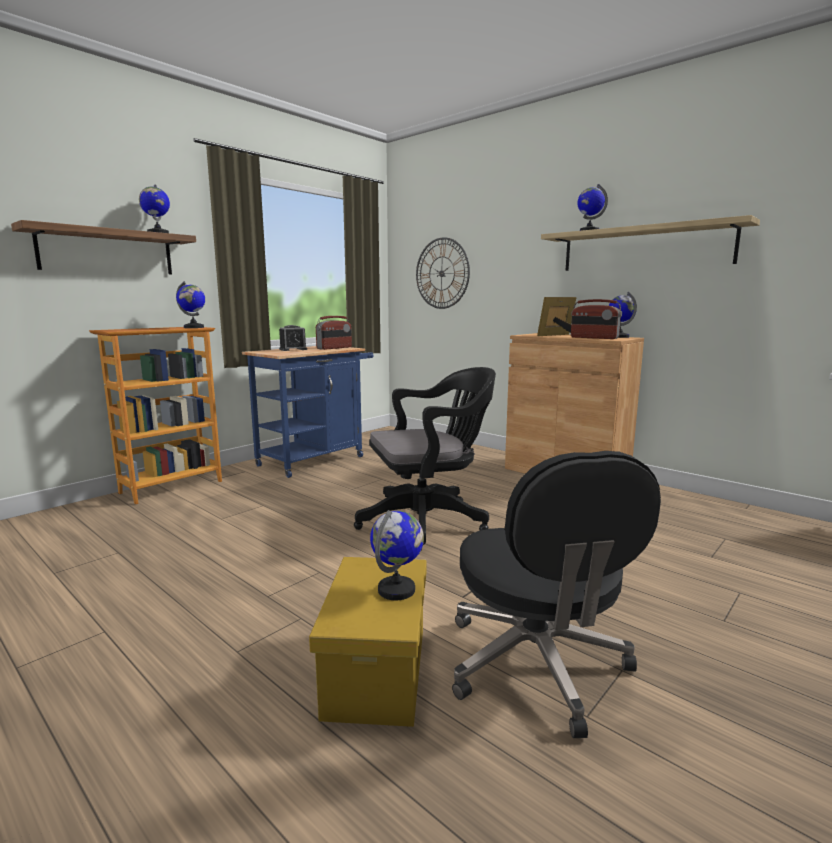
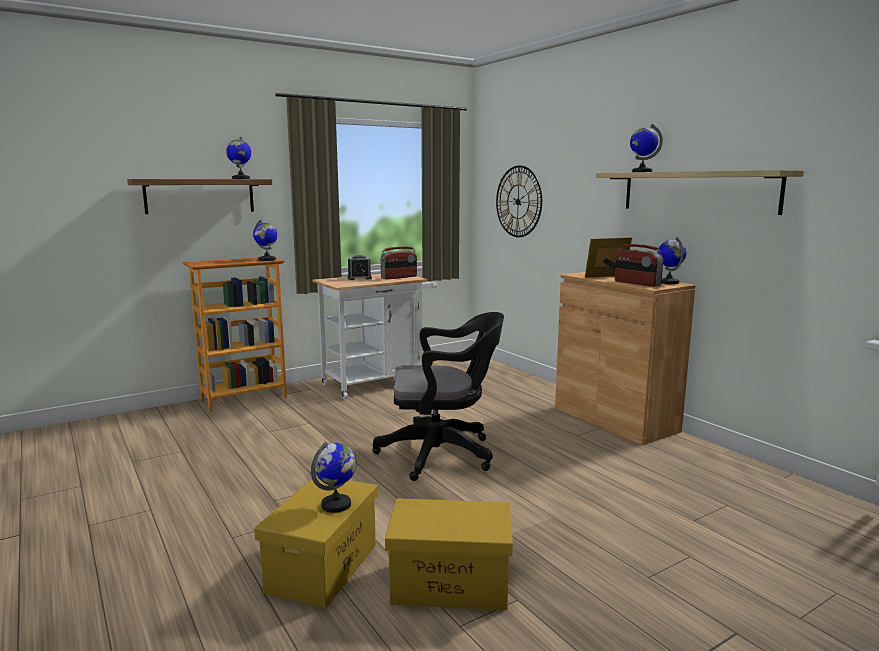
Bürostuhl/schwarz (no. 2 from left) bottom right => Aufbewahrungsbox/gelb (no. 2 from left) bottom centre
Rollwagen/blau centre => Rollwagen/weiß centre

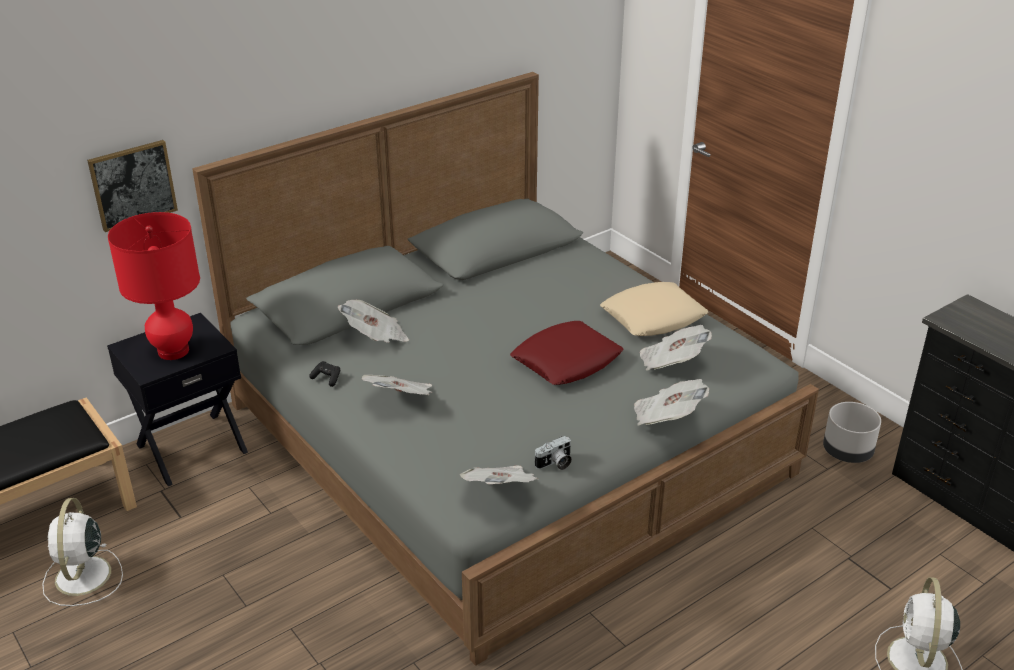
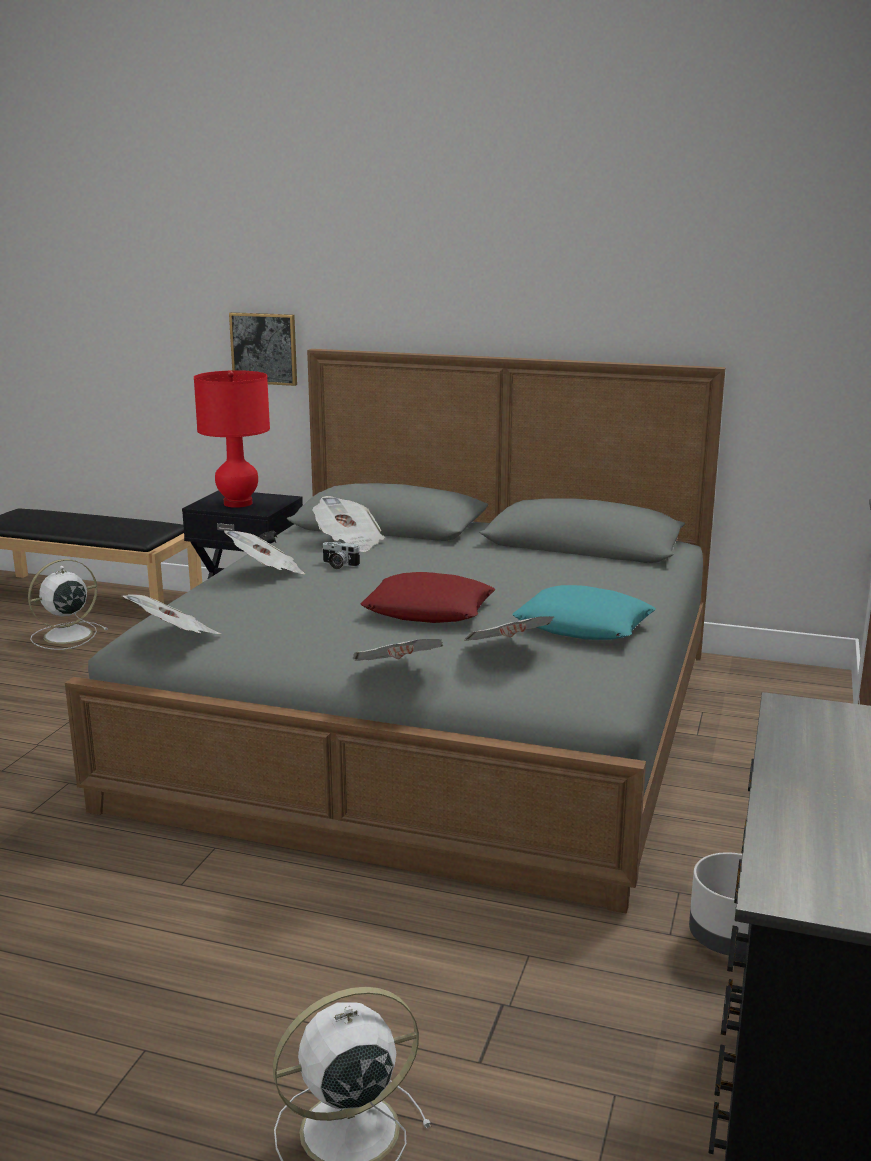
Kamera bottom centre => Kamera centre, relocated
Kissen/beige centre => Kissen/türkis middle right

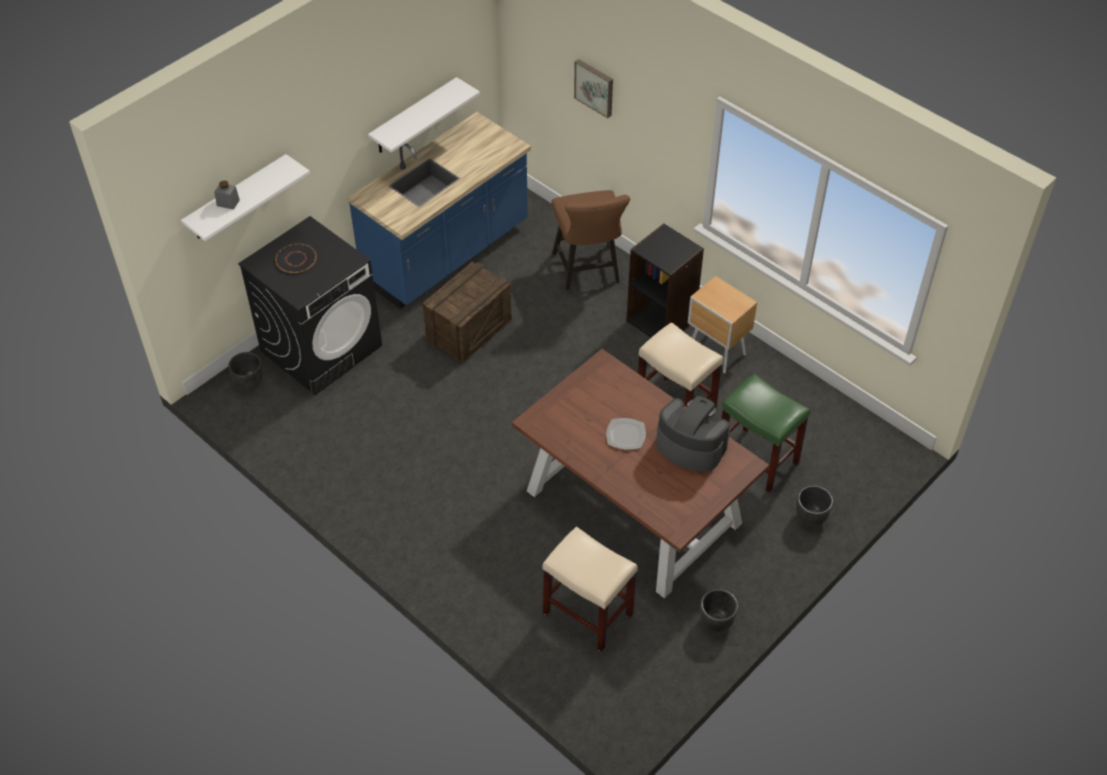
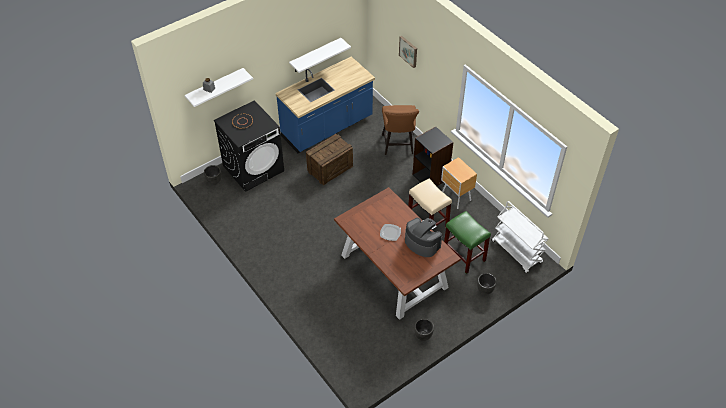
Hocker/beige (no. 1 from left) bottom centre => nothing
nothing => Rollwagen/weiß middle right

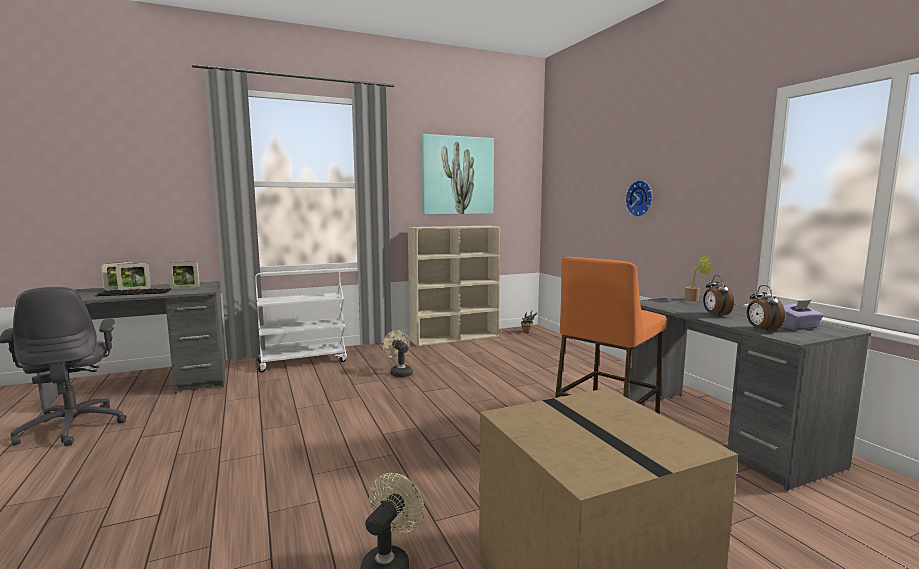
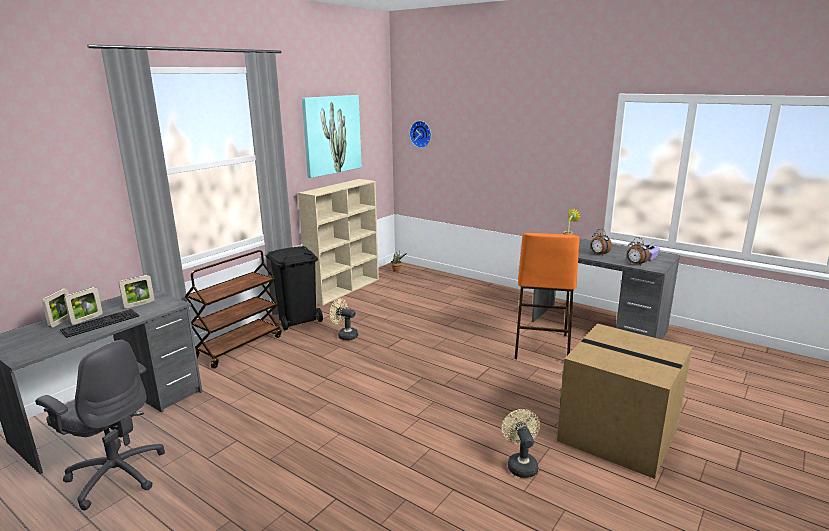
nothing => Mülleimer/schwarz centre
Wanduhr middle right => Wanduhr top centre, relocated
Rollwagen/weiß middle left => Rollwagen/braun middle left

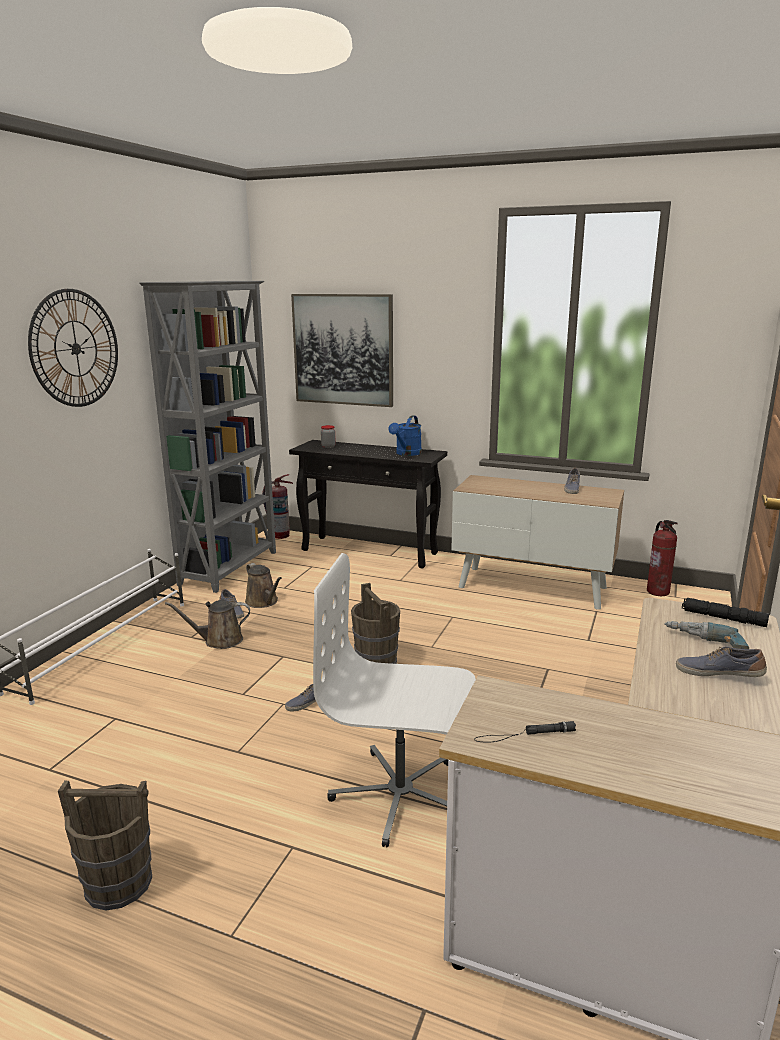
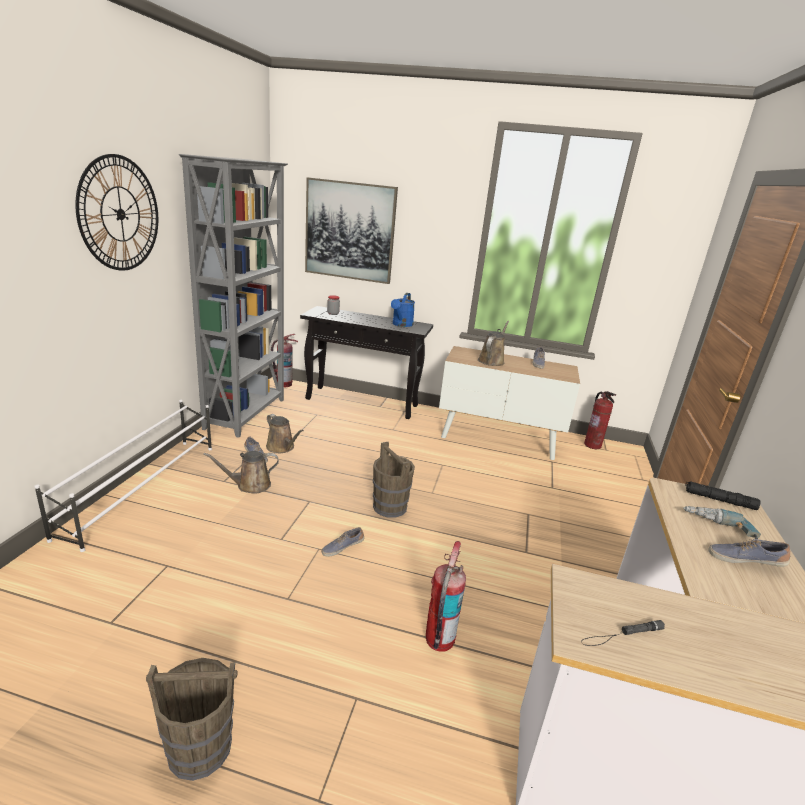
nothing => Gießkanne/braun (no. 3 from left) centre
Bürostuhl/weiß bottom centre => Feuerlöscher (no. 2 from left) bottom centre

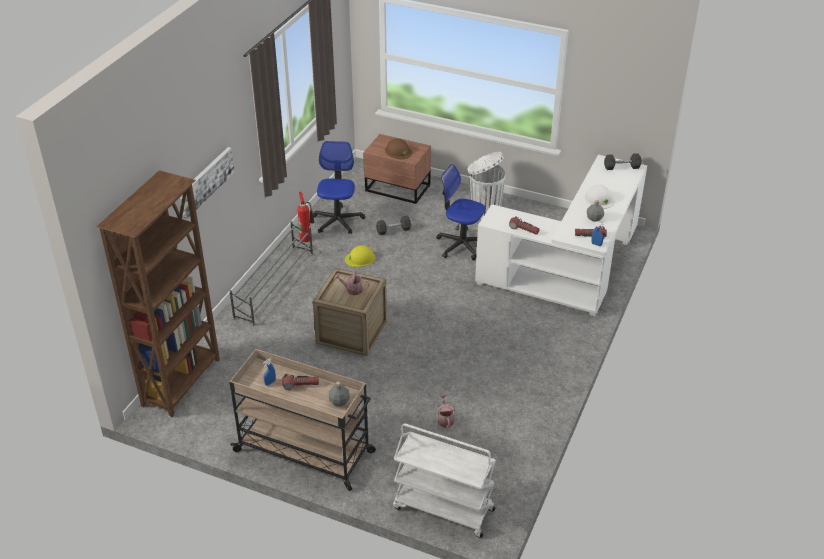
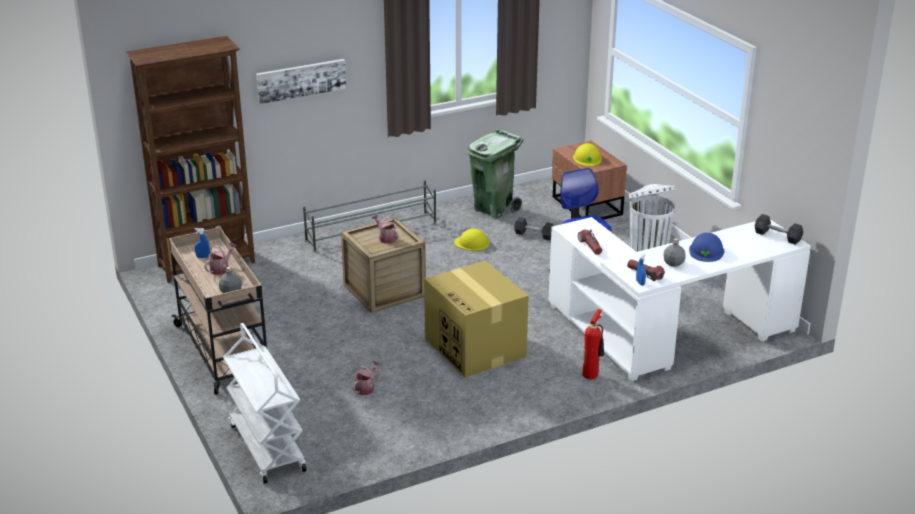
nothing => Karton centre
Feuerlöscher centre => Feuerlöscher bottom centre, relocated
Taschenlampe (no. 1 from left) bottom centre => Gießkanne (no. 1 from left) middle left
Bürostuhl (no. 1 from left) centre => Mülleimer/grün centre
Schutzhelm/braun top centre => Schutzhelm/gelb (no. 2 from left) top centre
Schutzhelm/weiß middle right => Schutzhelm/blau middle right

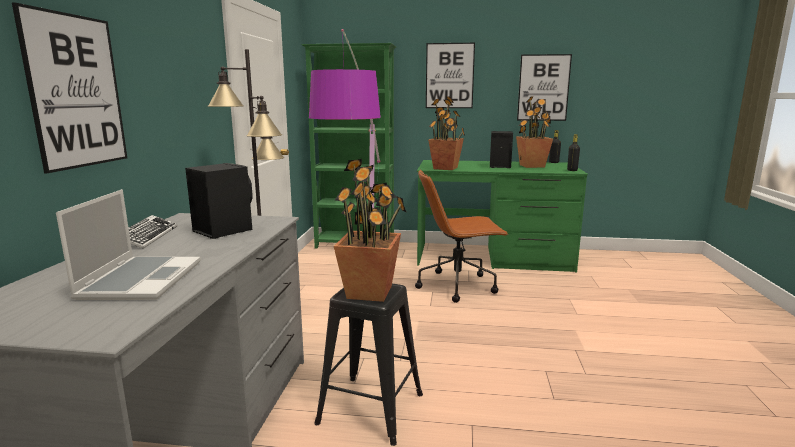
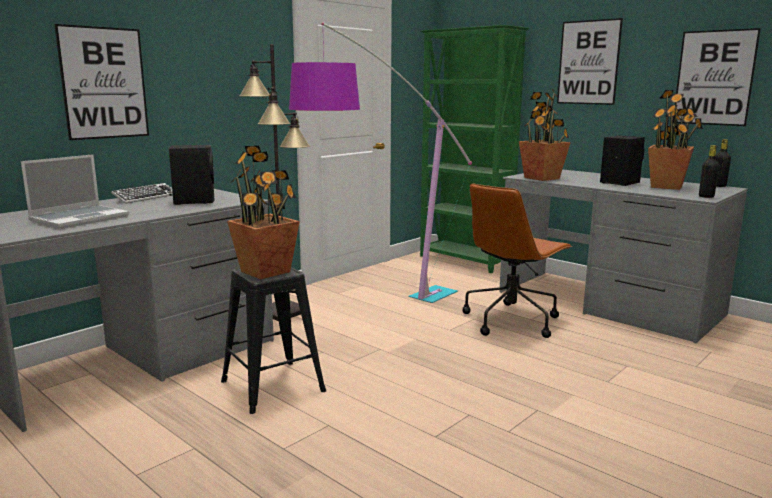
Schreibtisch/grün centre => Schreibtisch/grau (no. 2 from left) middle right
Bürostuhl/braun centre => Bürostuhl/braun middle right, 75 degrees counterclockwise

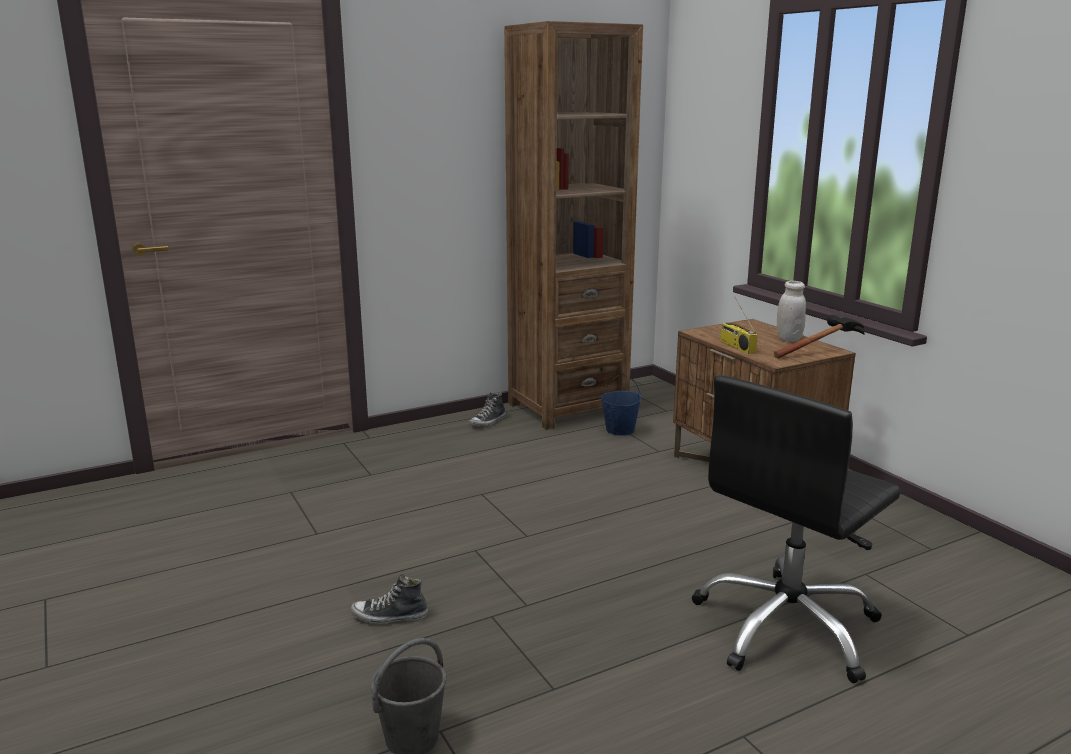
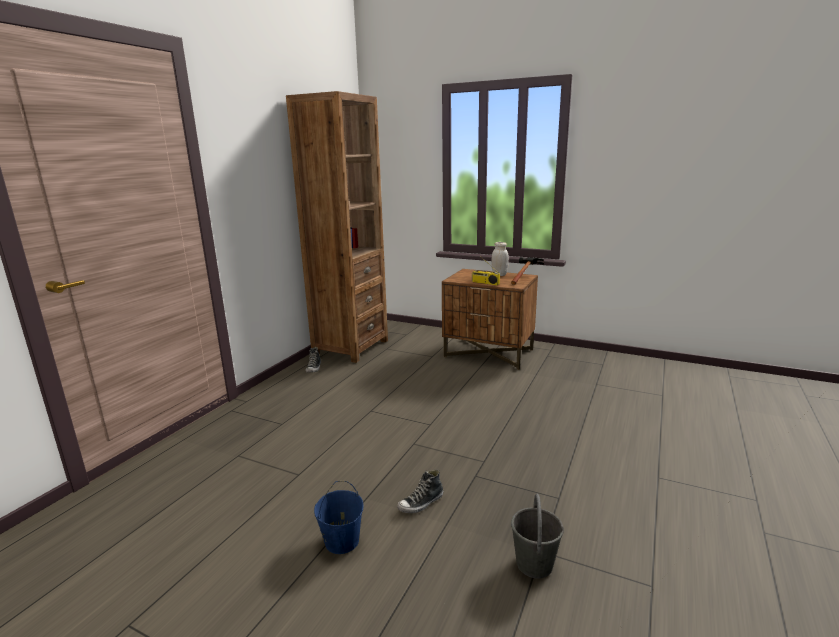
Bürostuhl/schwarz bottom right => nothing
Eimer/blau centre => Eimer/blau bottom centre, relocated

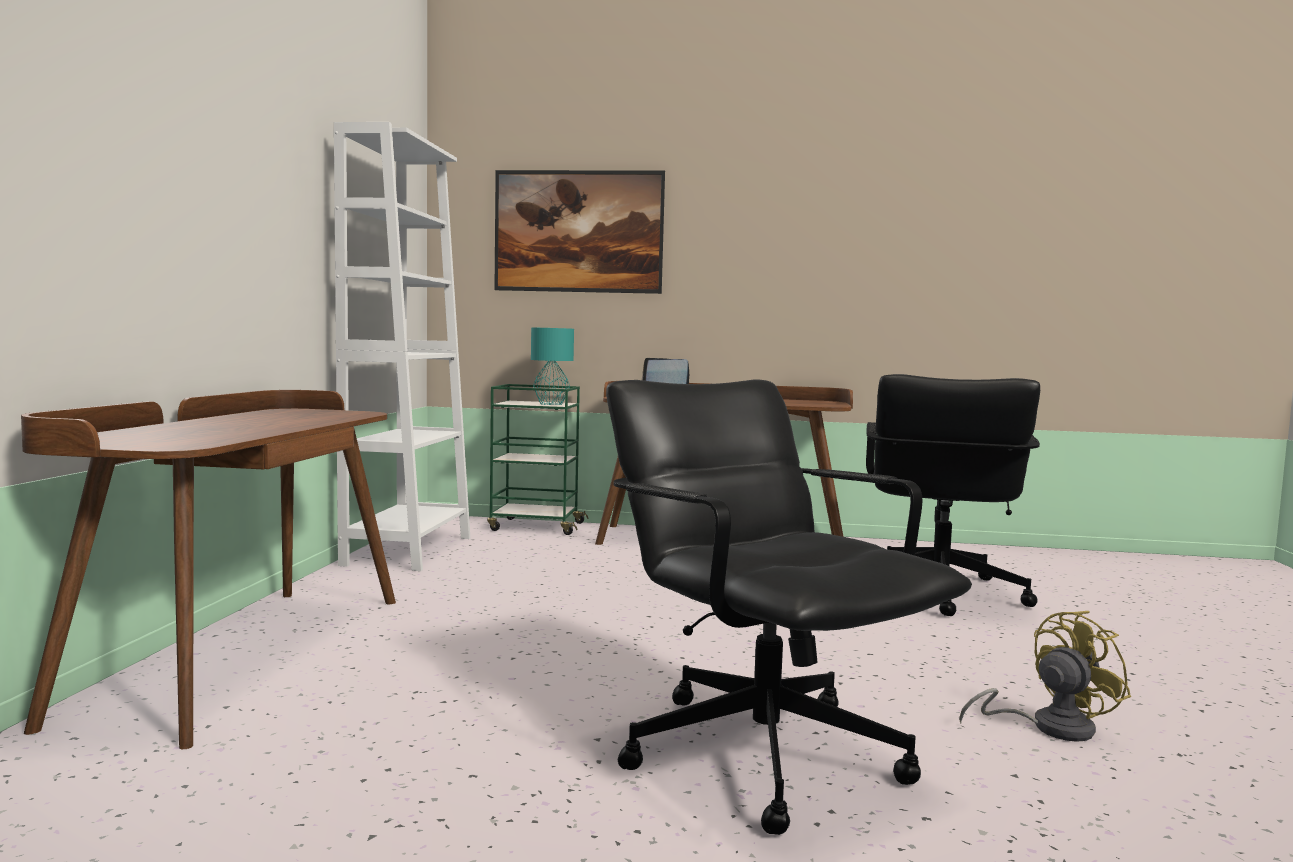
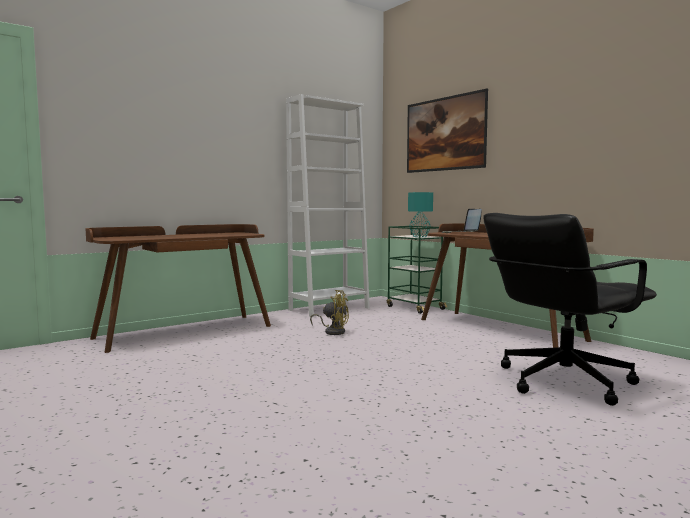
Bürostuhl/schwarz (no. 1 from left) bottom centre => nothing
Ventilator/gelb bottom right => Ventilator/gelb centre, relocated

